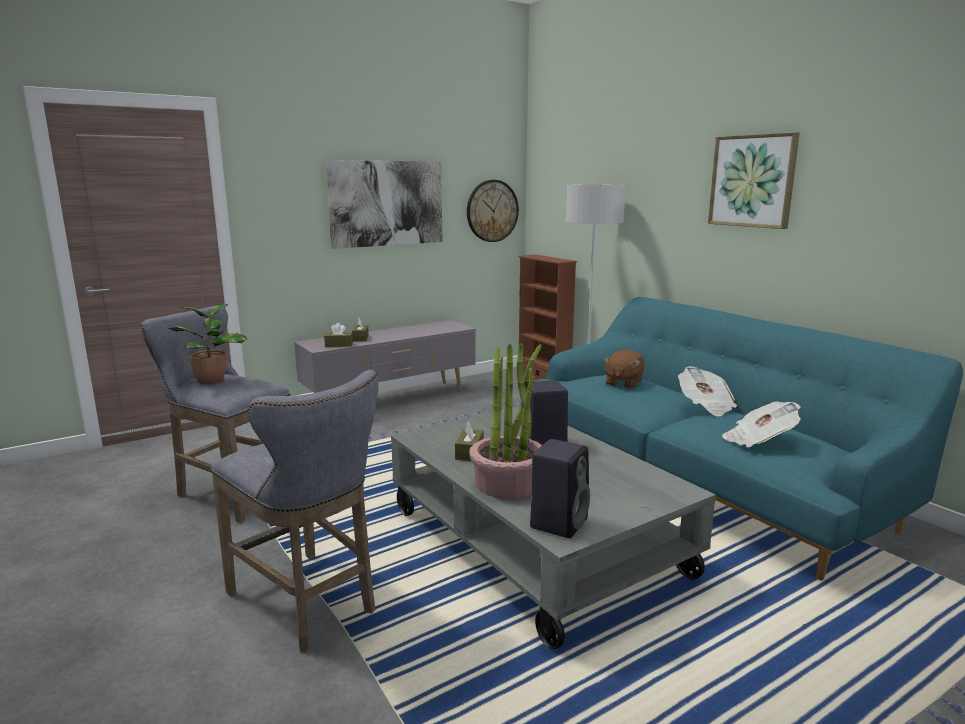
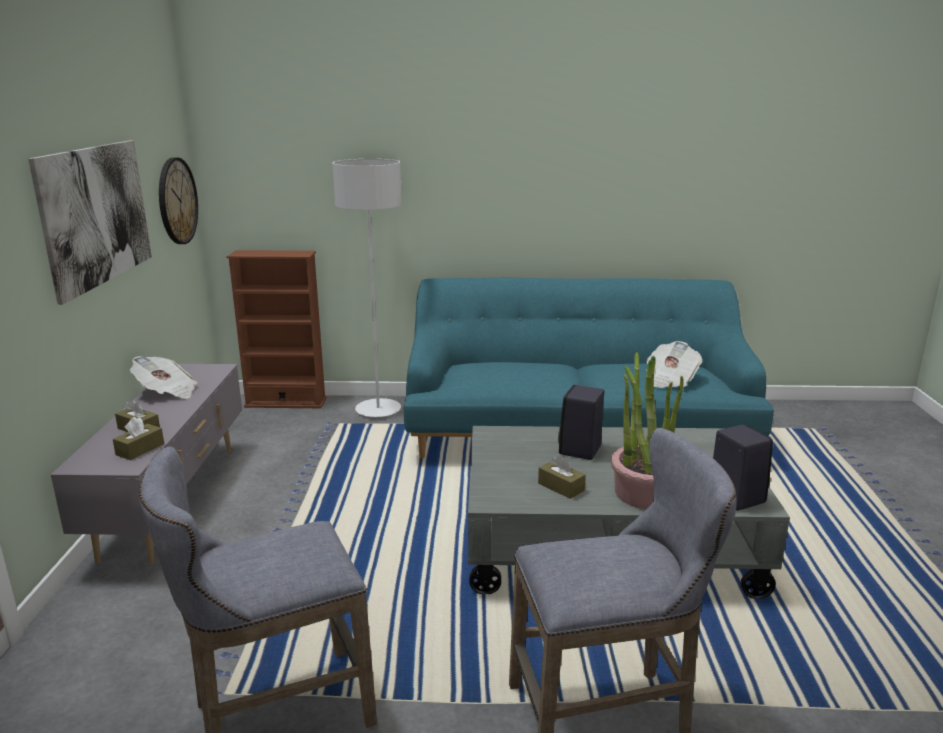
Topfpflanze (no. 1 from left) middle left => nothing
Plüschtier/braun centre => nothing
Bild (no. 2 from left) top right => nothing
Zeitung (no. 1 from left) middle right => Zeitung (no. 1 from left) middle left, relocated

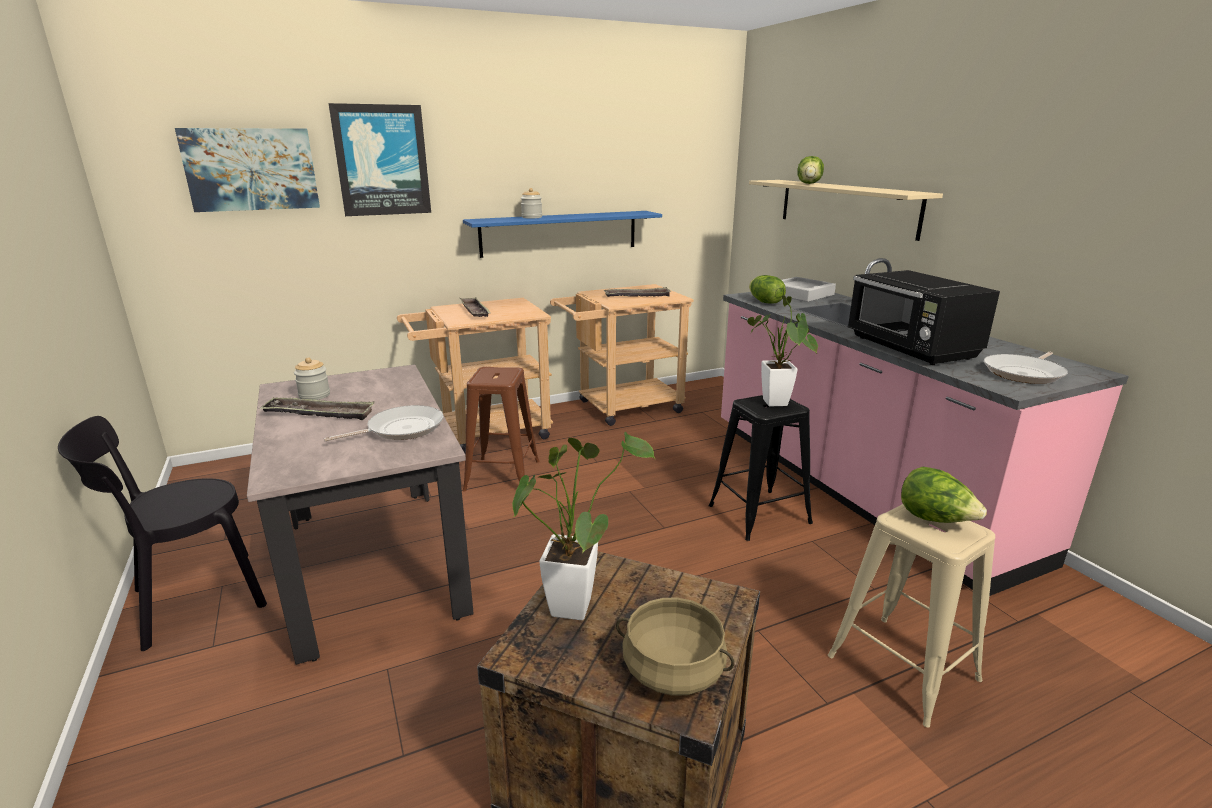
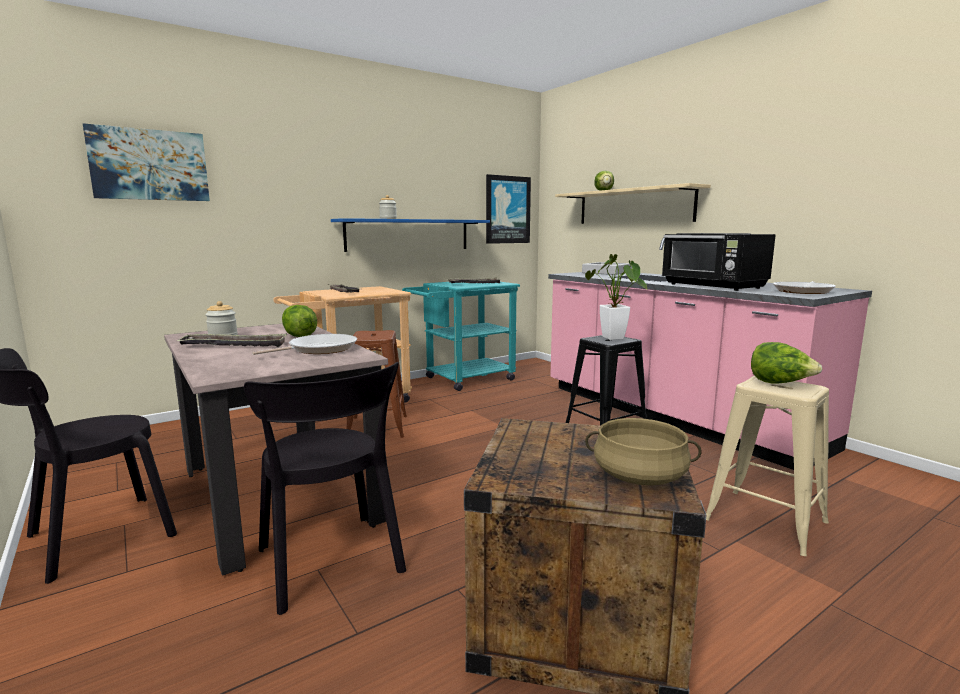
Topfpflanze (no. 1 from left) centre => nothing
nothing => Stuhl/schwarz (no. 2 from left) bottom centre
Bild (no. 2 from left) top left => Bild (no. 2 from left) top centre, relocated
Salatkopf (no. 1 from left) centre => Salatkopf (no. 1 from left) middle left, relocated
Rollwagen/beige (no. 2 from left) centre => Rollwagen/türkis centre

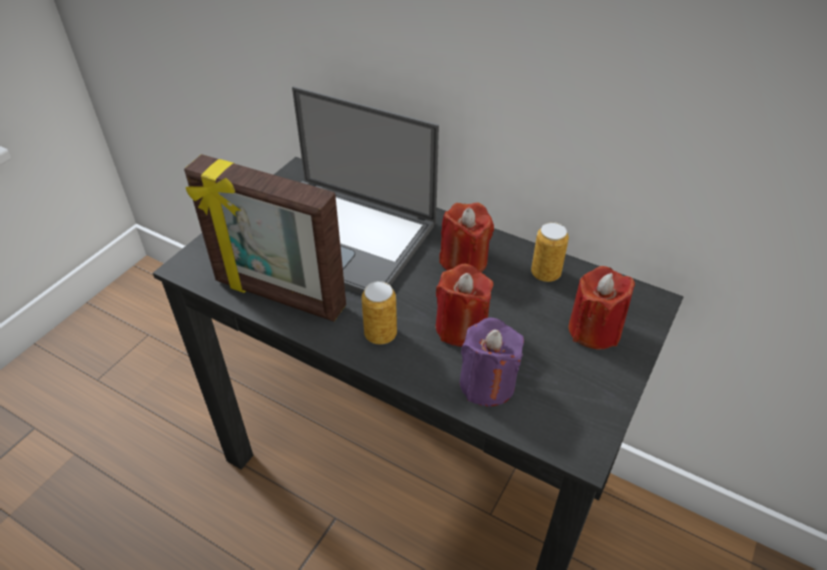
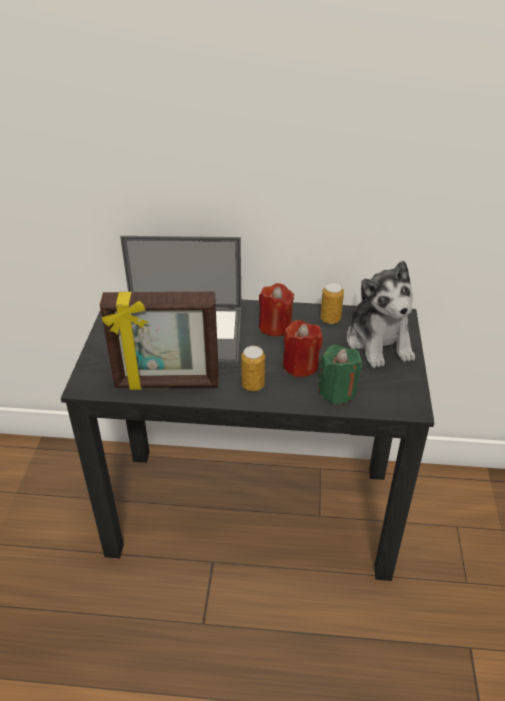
Kerze/rot (no. 3 from left) middle right => Plüschtier middle right
Kerze/lila centre => Kerze/grün middle right

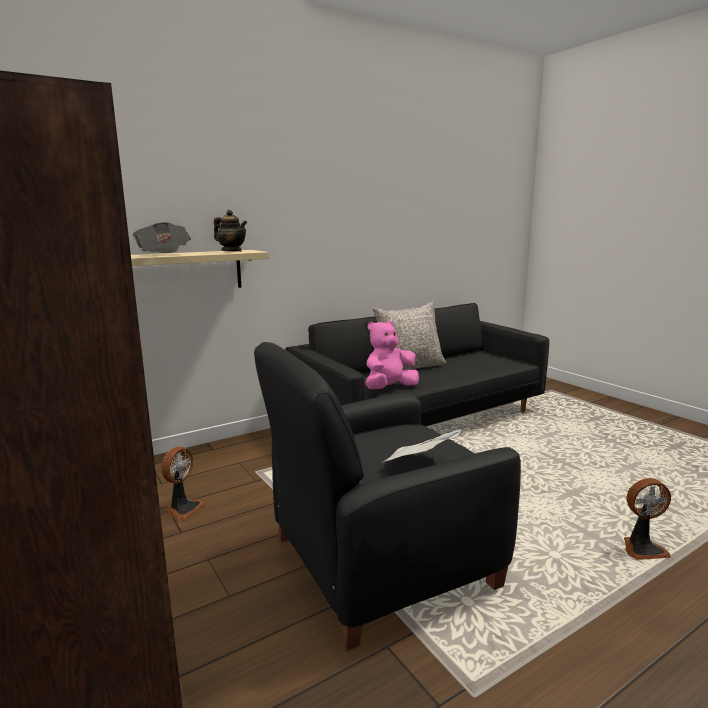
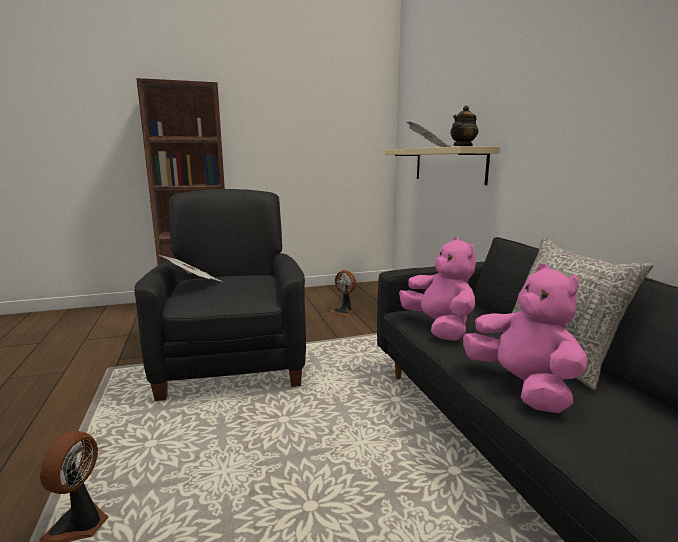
nothing => Plüschtier/rosa (no. 2 from left) middle right

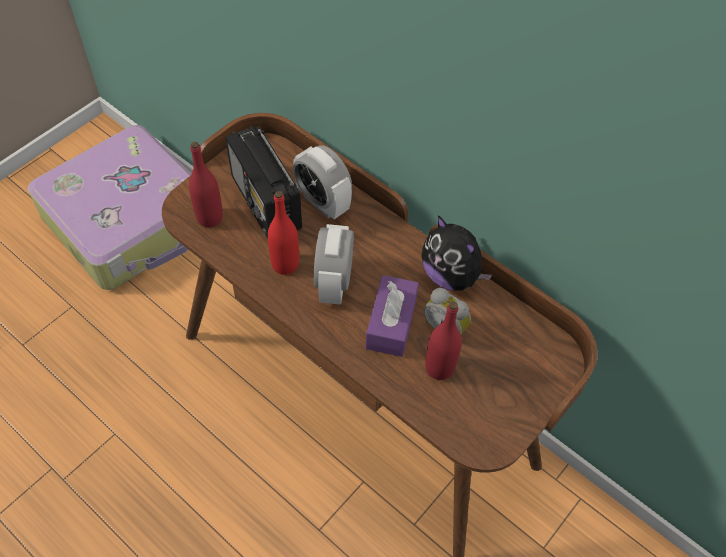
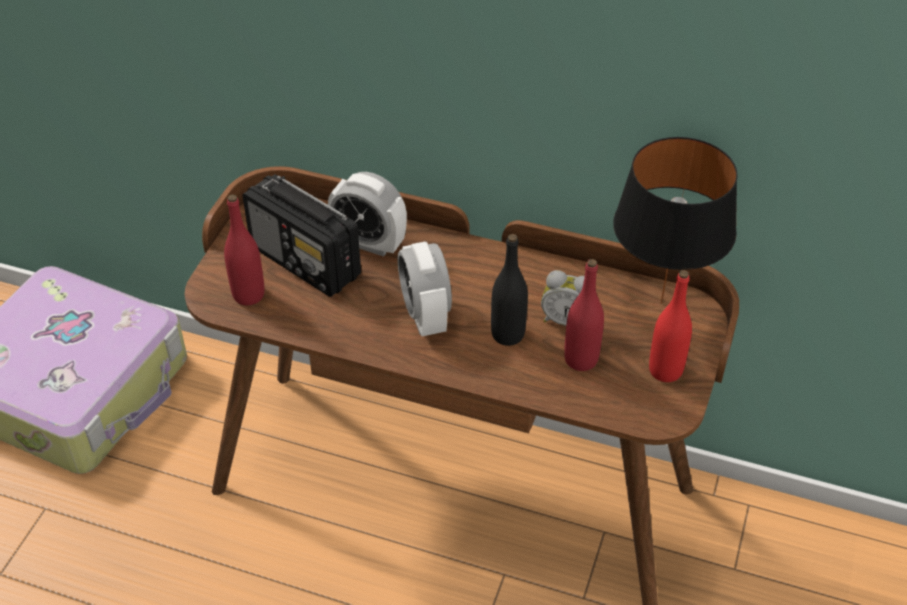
Plüschtier centre => nothing
nothing => Tischlampe/schwarz middle right
Flasche/rot (no. 2 from left in the first image) centre => Flasche/rot (no. 3 from left) middle right, relocated
Taschentuchbox/lila centre => Flasche/schwarz centre

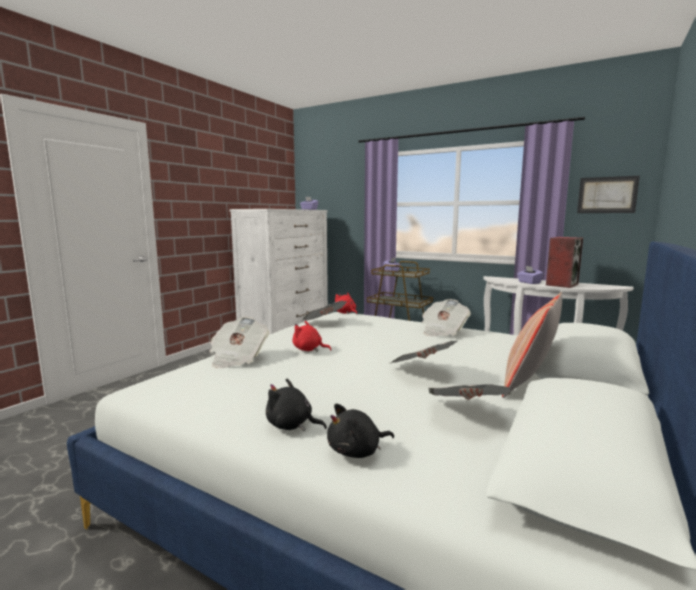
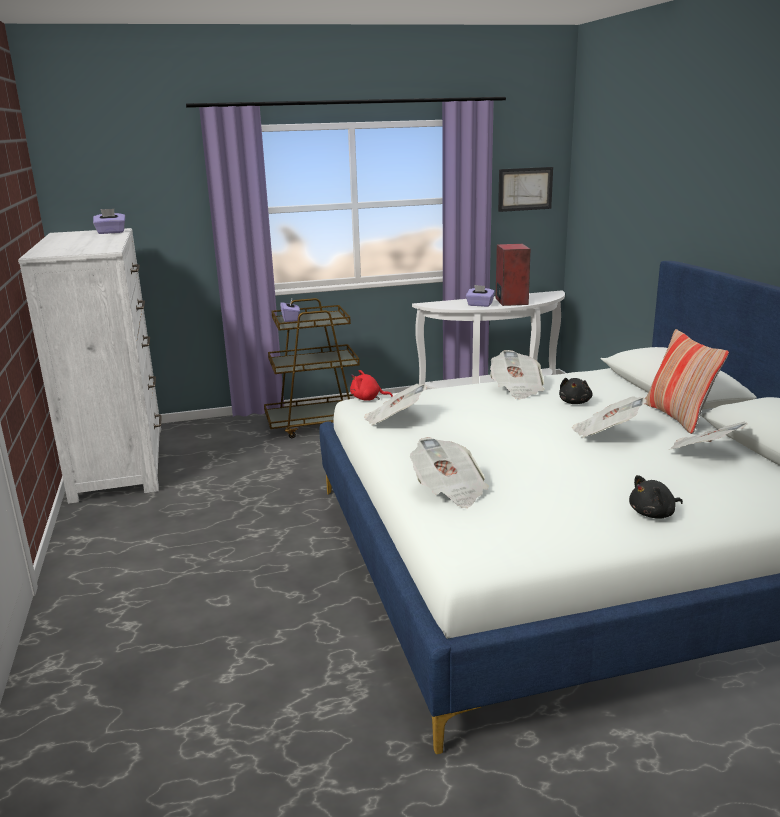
Plüschtier/rot (no. 1 from left) centre => nothing
Plüschtier/schwarz (no. 2 from left in the first image) bottom centre => Plüschtier/schwarz (no. 1 from left) middle right, relocated

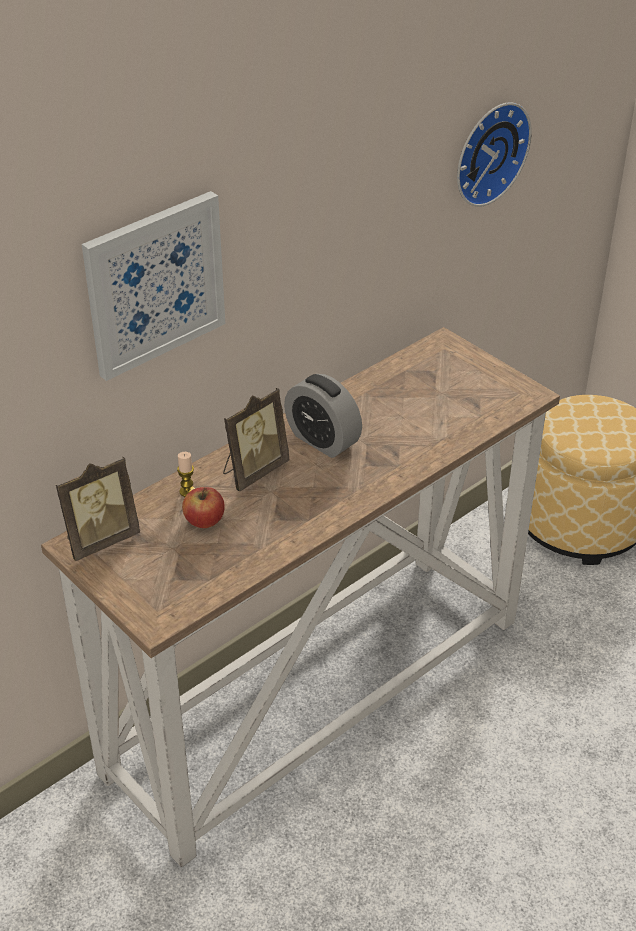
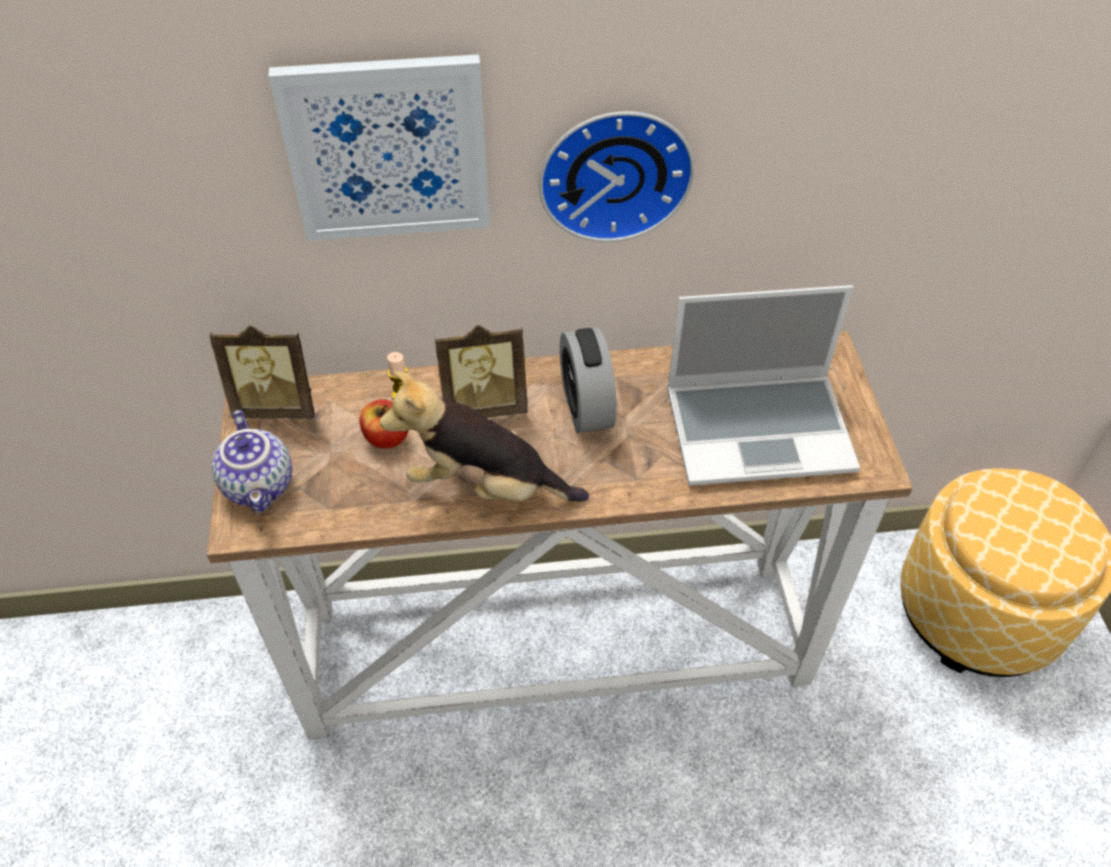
nothing => Teekanne middle left
nothing => Plüschtier centre
nothing => Laptop middle right
Wanduhr top right => Wanduhr top centre, relocated

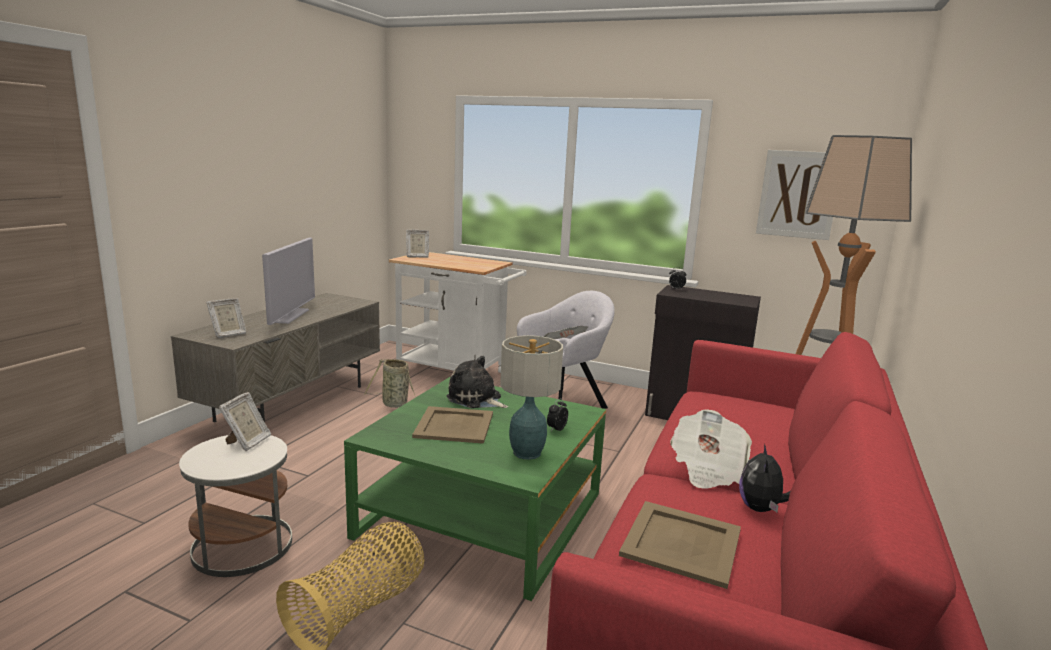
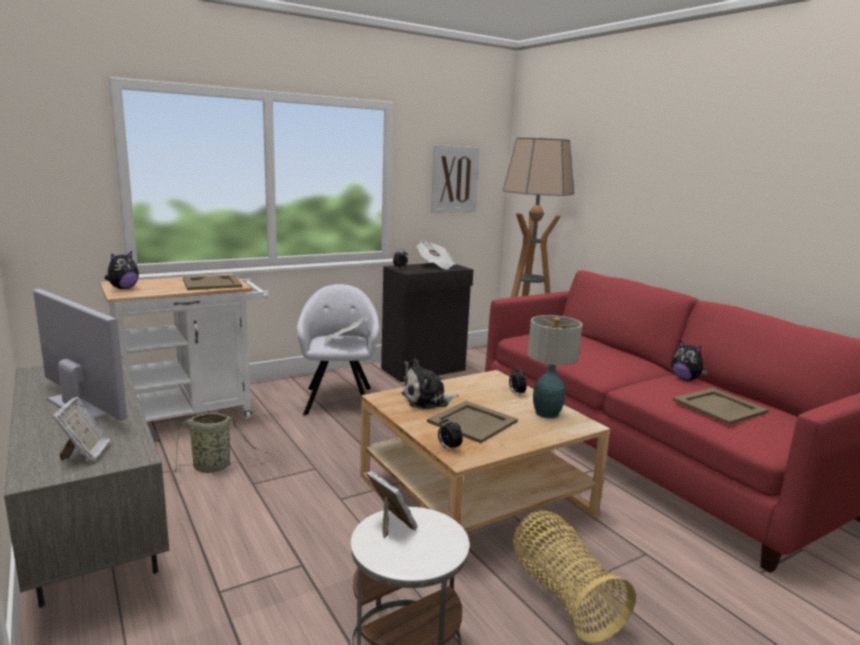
nothing => Tablett/beige (no. 1 from left) middle left
nothing => Wecker (no. 2 from left) bottom centre
Zeitung (no. 2 from left) bottom right => Zeitung (no. 2 from left) centre, relocated
Bilderrahmen (no. 3 from left) centre => Plüschtier (no. 1 from left) middle left
Couchtisch/grün bottom centre => Couchtisch/beige bottom centre

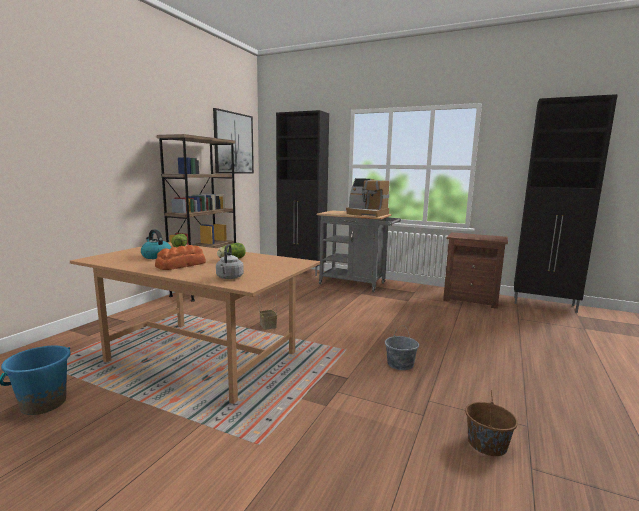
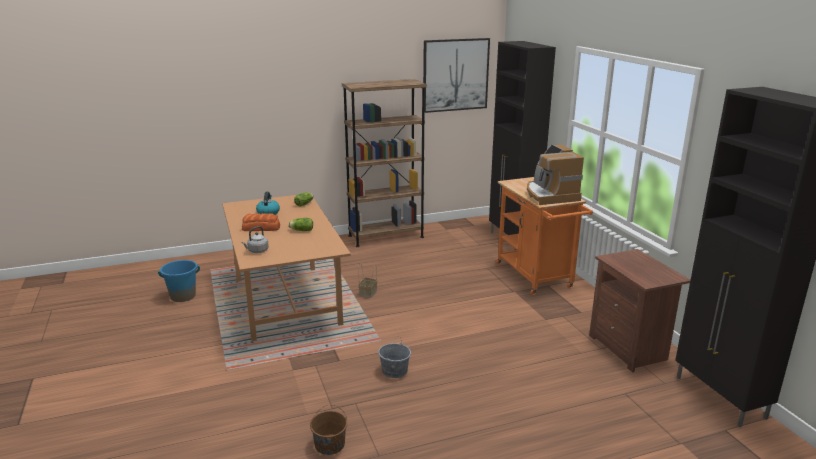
Rollwagen/grau centre => Rollwagen/orange middle right

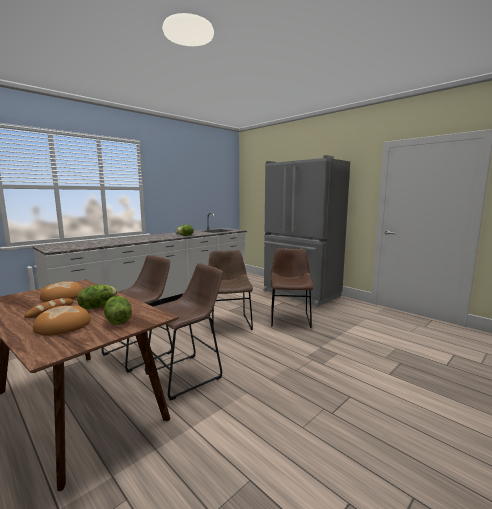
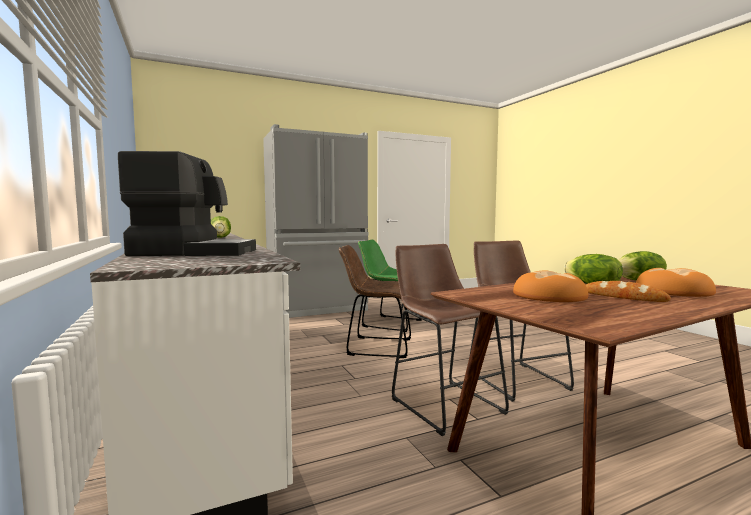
nothing => Kaffeemaschine middle left
Stuhl/braun (no. 2 from left) centre => Stuhl/grün centre

